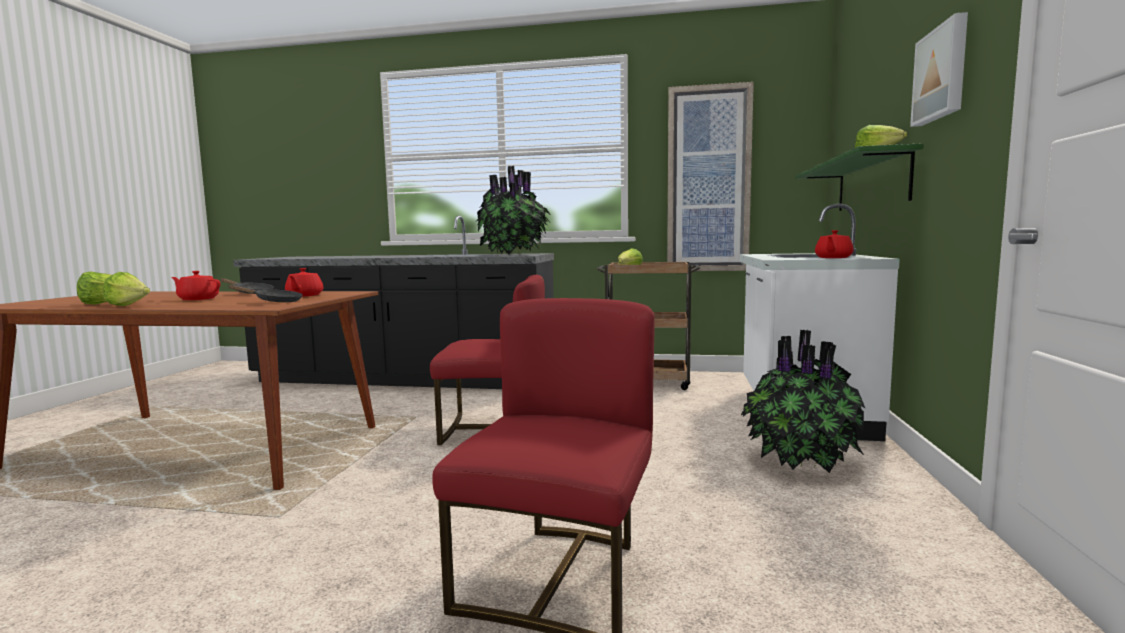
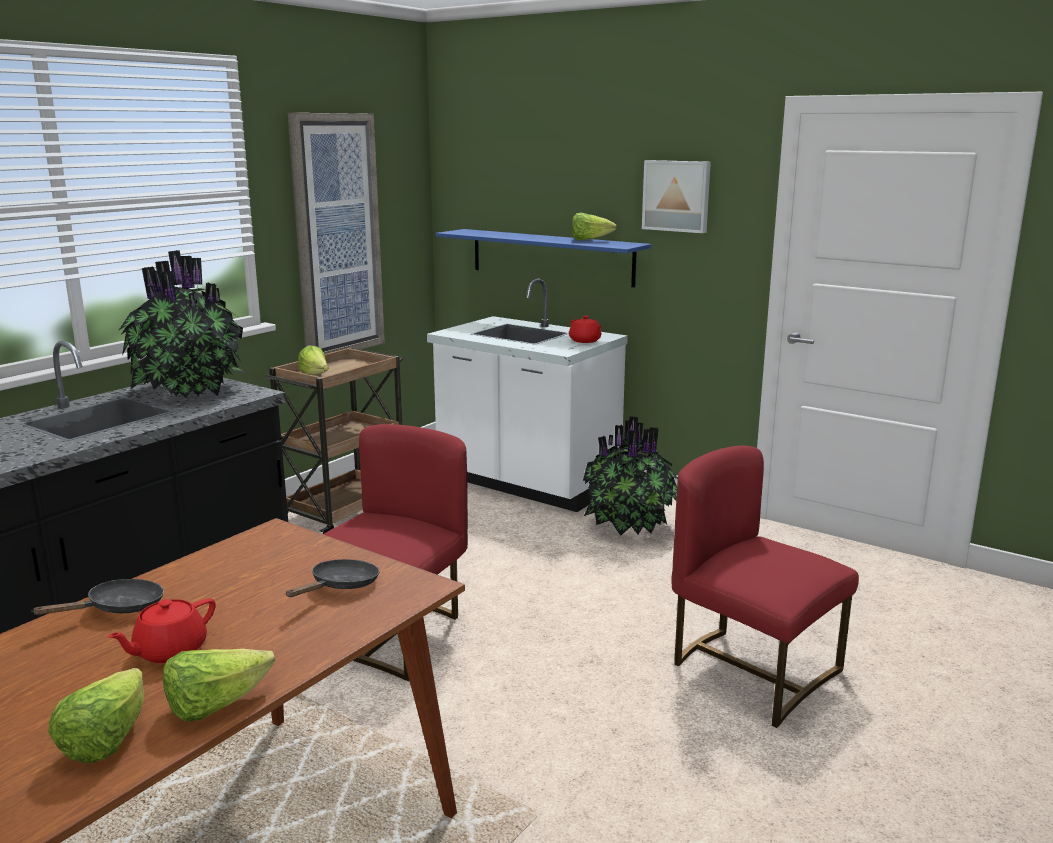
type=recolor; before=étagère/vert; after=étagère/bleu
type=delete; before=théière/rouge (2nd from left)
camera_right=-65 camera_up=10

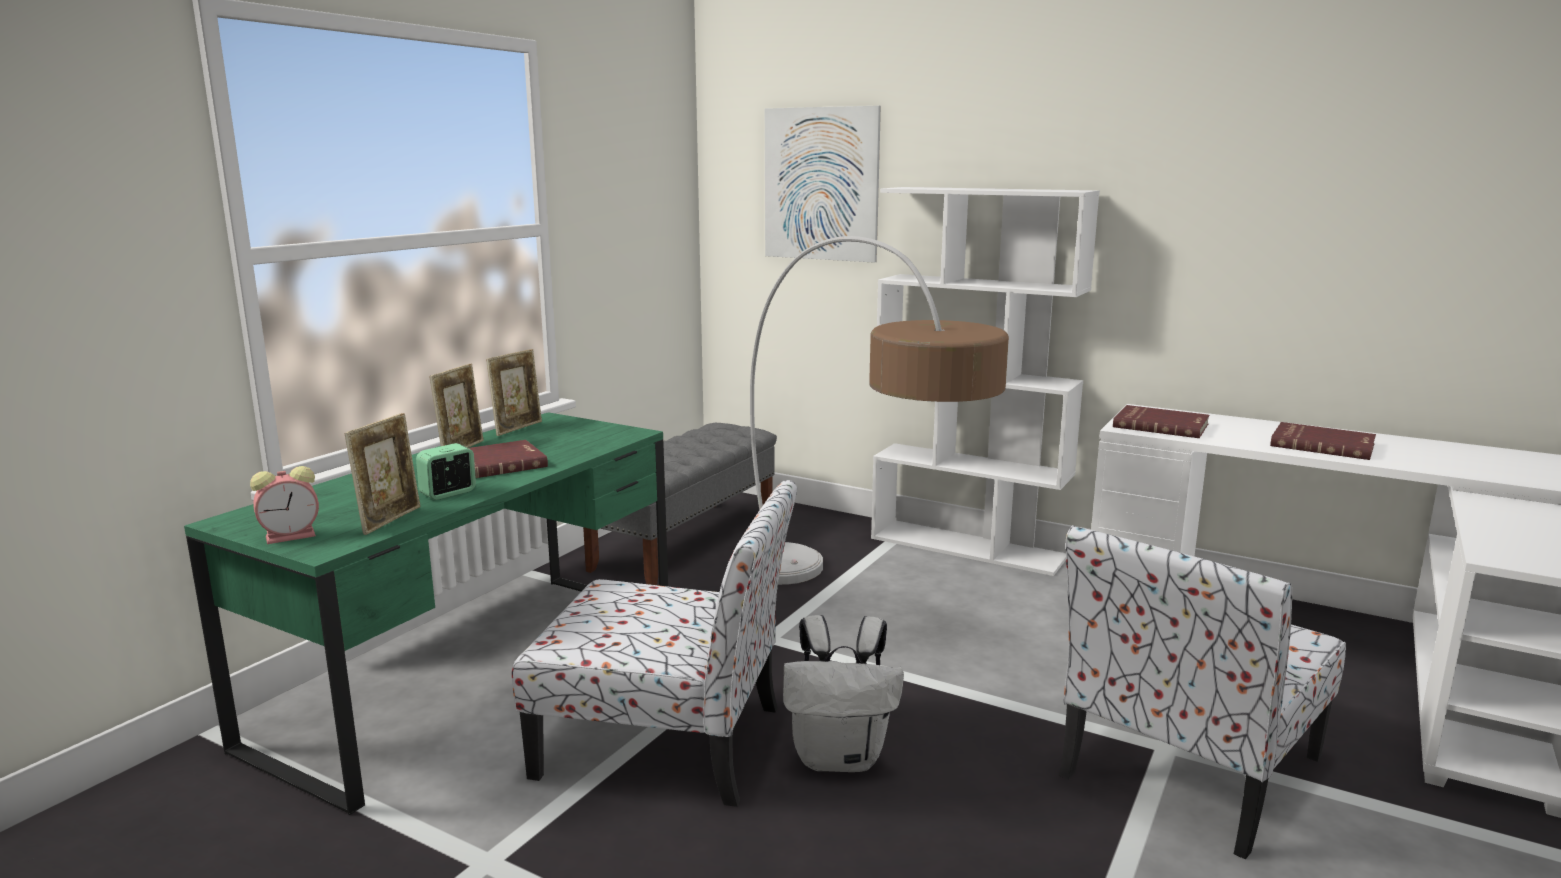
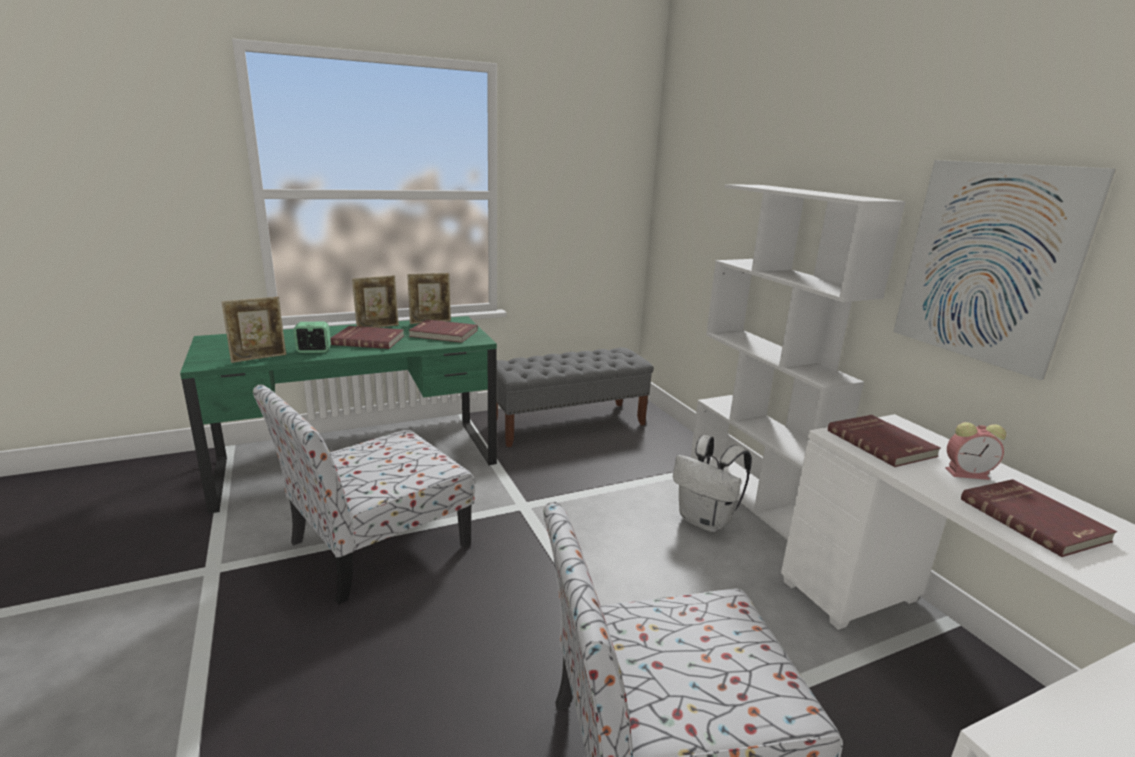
type=move; before=tableau
type=delete; before=lampadaire
type=move; before=réveil (1st from left in the first image); after=réveil (2nd from left)
type=rotate; before=chaise (1st from left); turn=90
type=move; before=sac à dos/blanc
type=insert; after=livre/rouge (2nd from left)
camera_right=35 camera_up=5

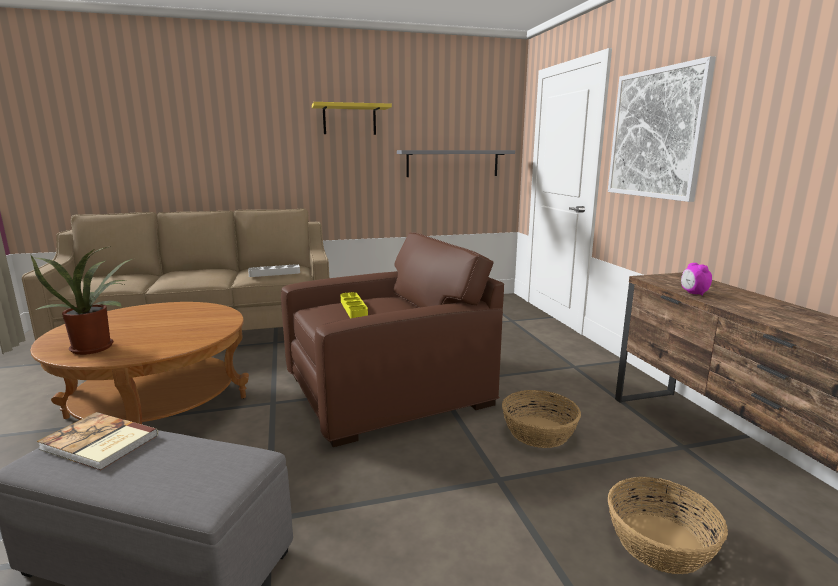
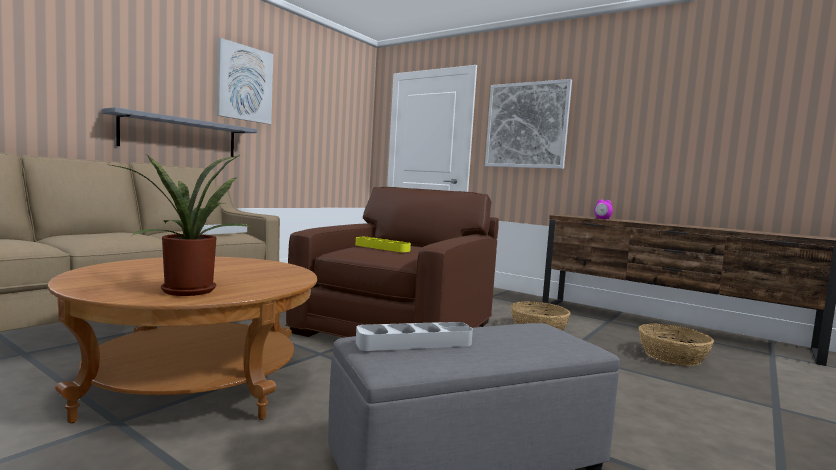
type=replace; before=étagère/jaune; after=tableau (1st from left)
type=move; before=étagère/gris
type=replace; before=livre; after=plateau/gris (2nd from left)
camera_right=-40 camera_up=-10

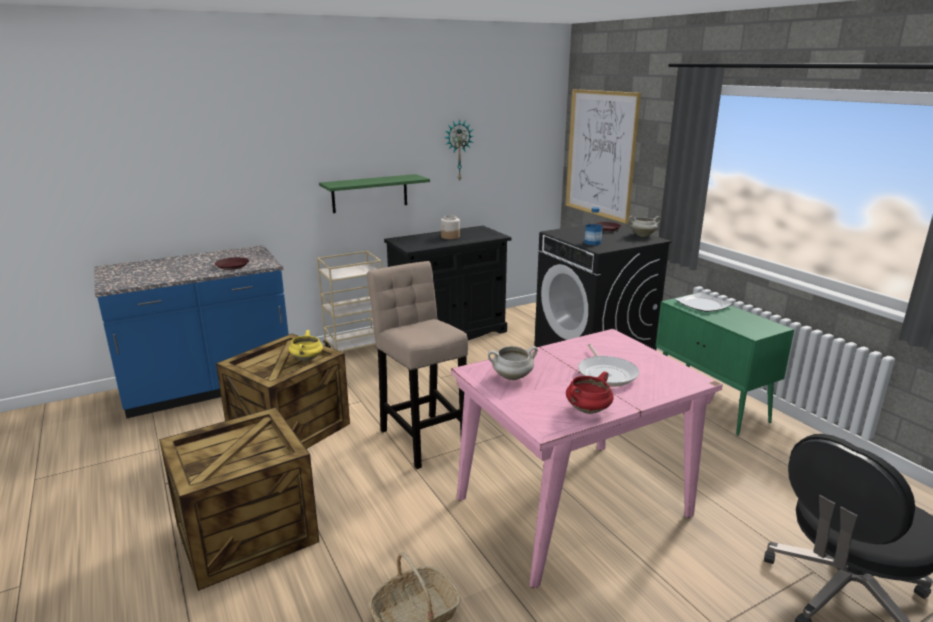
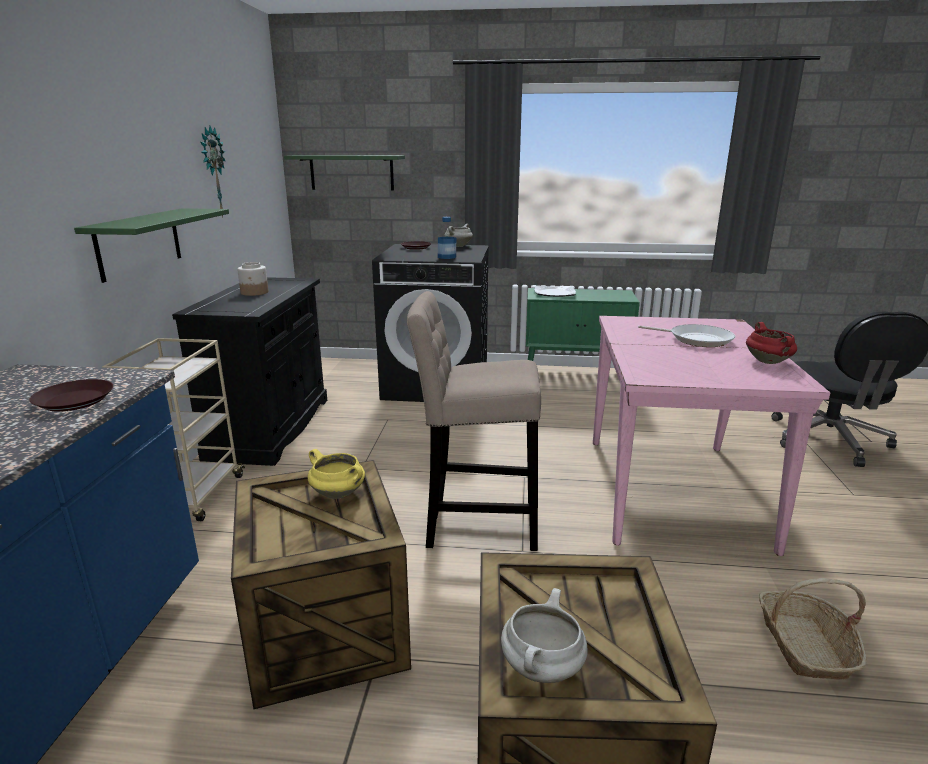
type=replace; before=tableau; after=étagère/vert (2nd from left)
type=move; before=marmite/blanc (1st from left in the first image); after=marmite/blanc (2nd from left)
camera_right=-55 camera_up=0

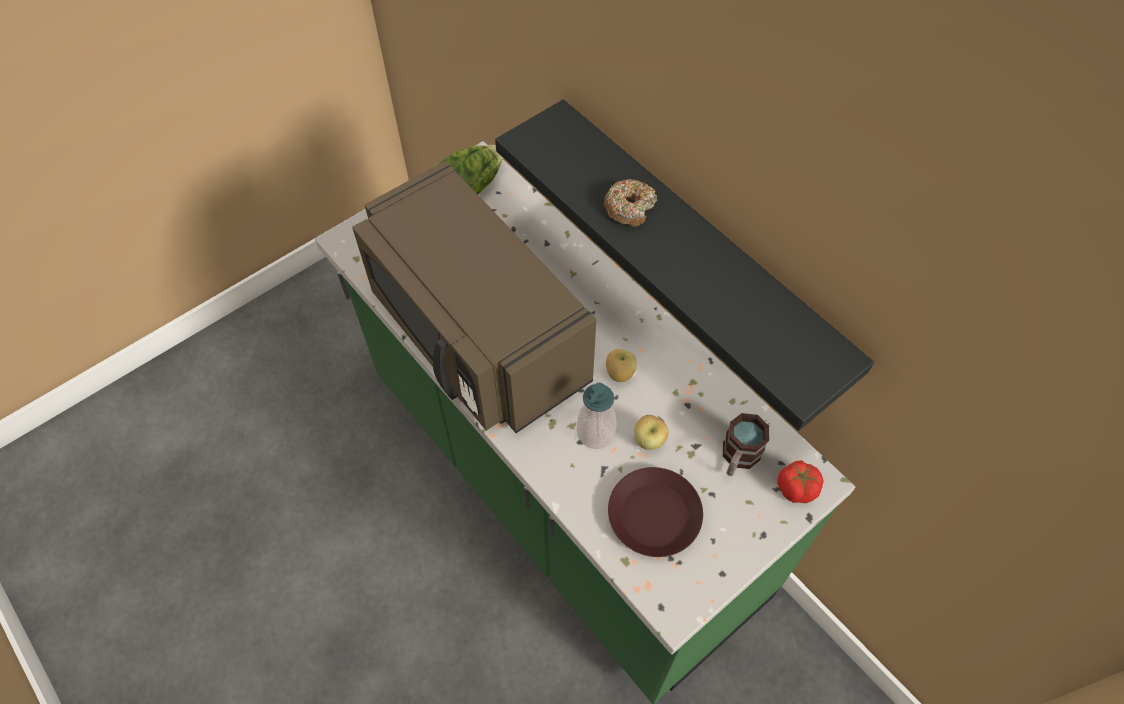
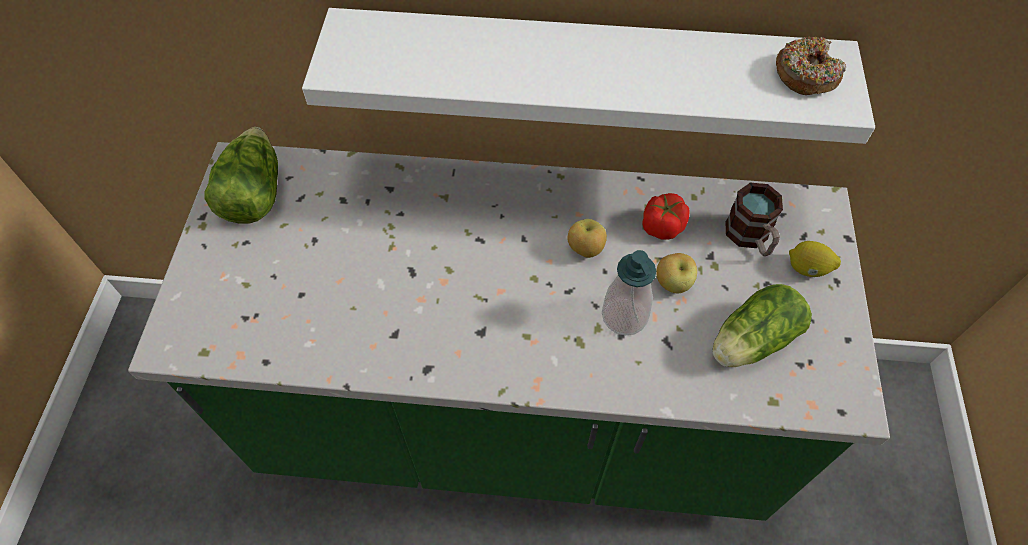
type=recolor; before=étagère/noir; after=étagère/blanc
type=delete; before=micro-ondes/marron
type=move; before=beignet
type=move; before=tomate
type=replace; before=assiette/marron; after=laitue (2nd from left)
type=insert; after=citron
camera_right=-45 camera_up=0

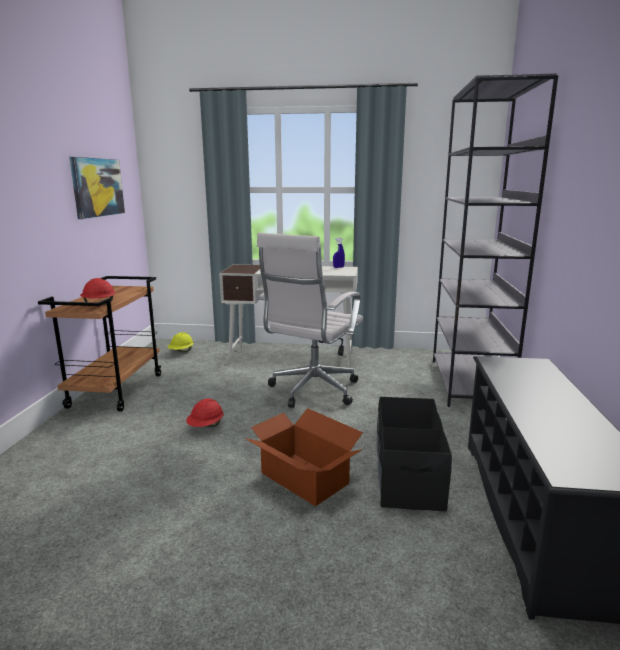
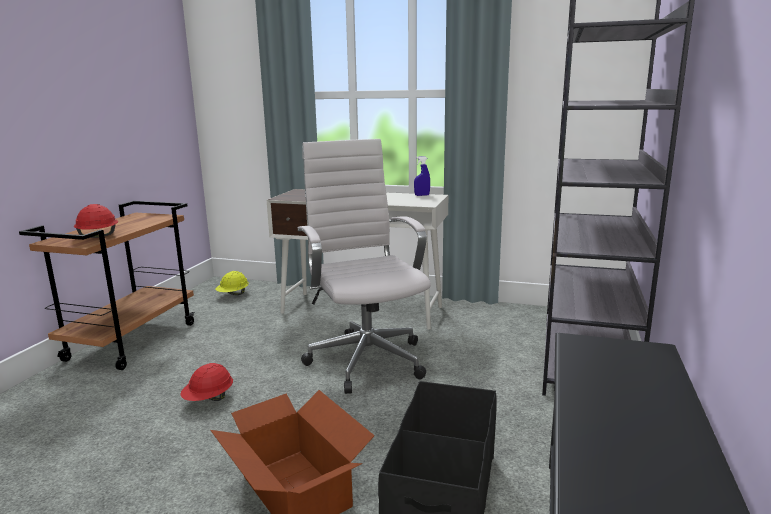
type=delete; before=tableau
type=rotate; before=chaise de bureau/blanc; turn=120
camera_right=10 camera_up=0

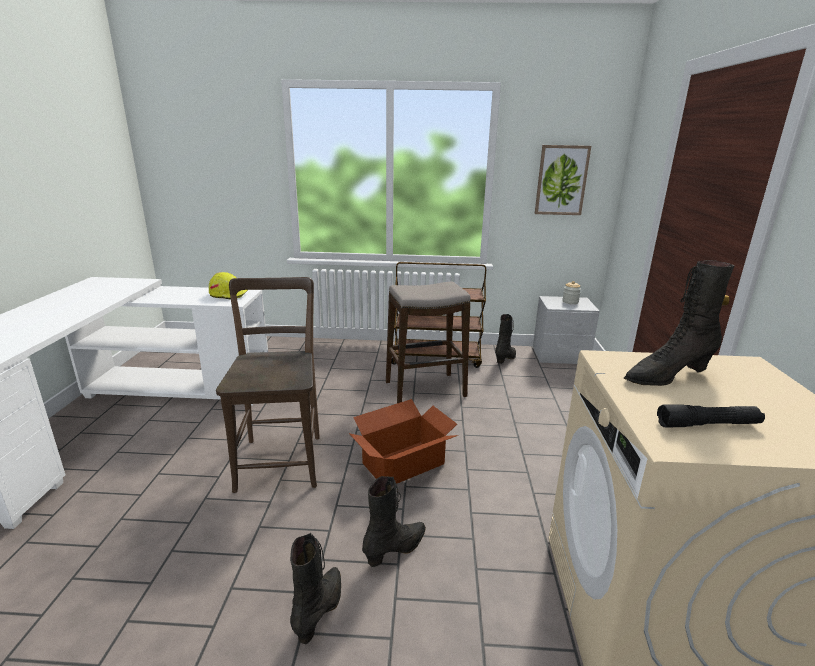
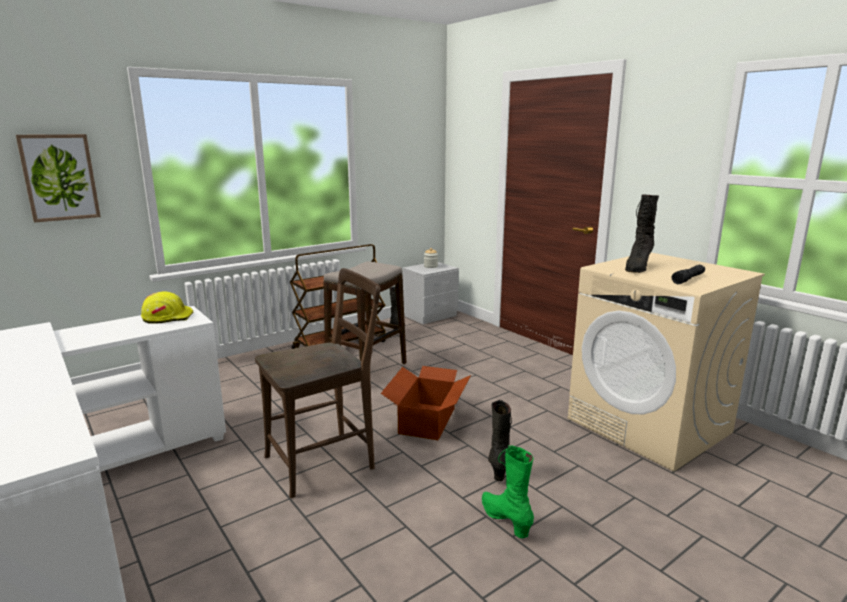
type=move; before=tableau
type=rotate; before=chaise/marron; turn=105
type=recolor; before=botte/noir (1st from left); after=botte/vert
camera_right=-40 camera_up=-5

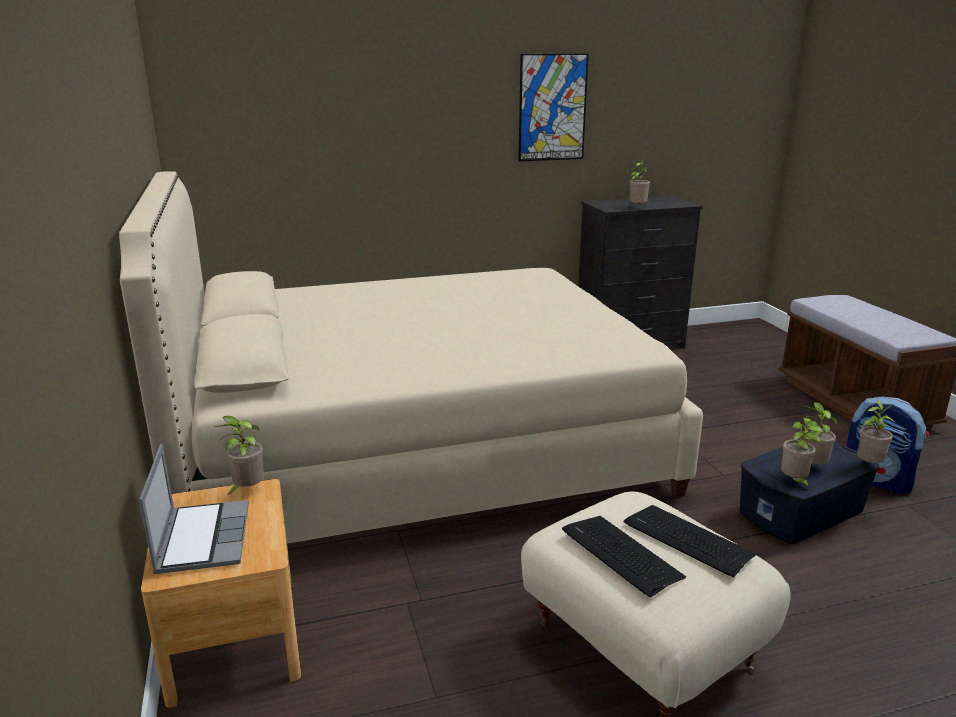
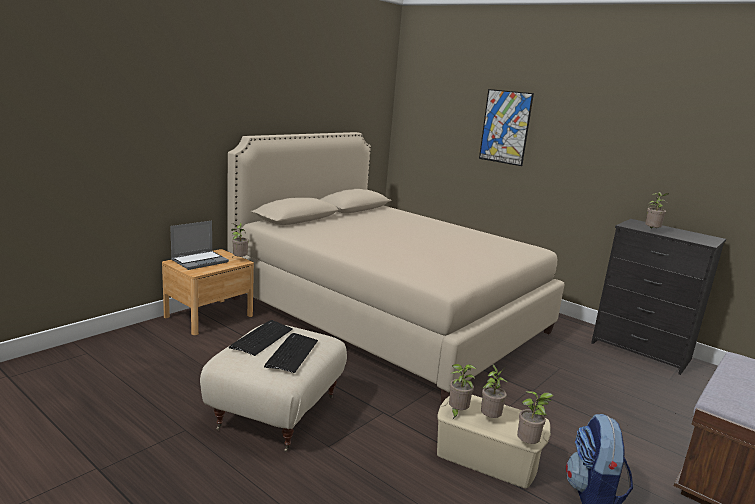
type=move; before=tableau
type=recolor; before=boîte de rangement/bleu; after=boîte de rangement/beige
camera_right=55 camera_up=-5

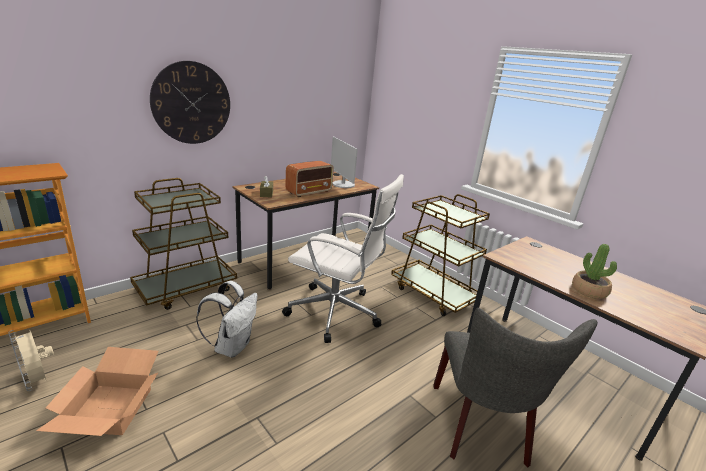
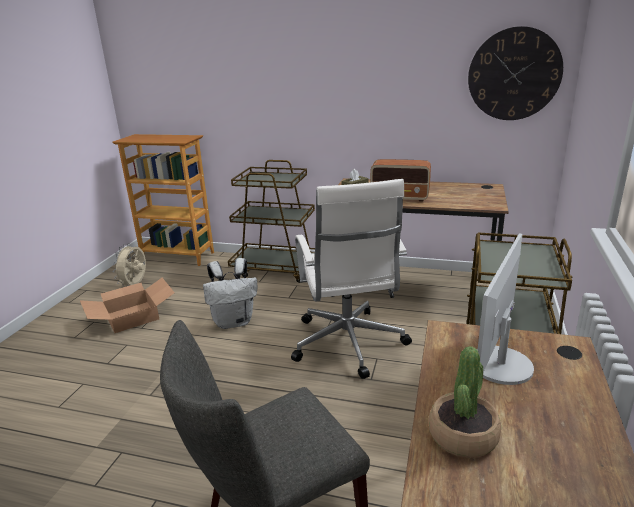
type=move; before=horloge murale
type=move; before=écran d'ordinateur
camera_right=60 camera_up=0

